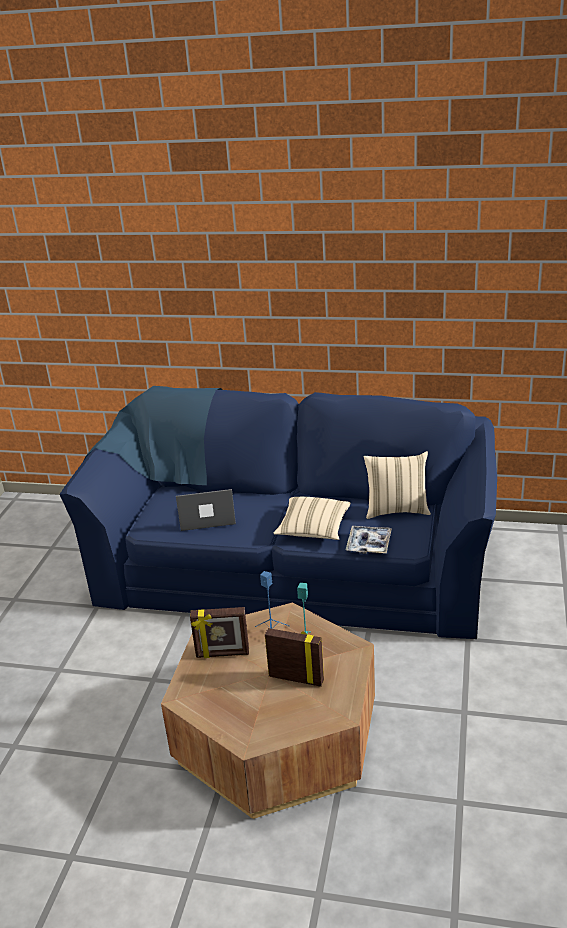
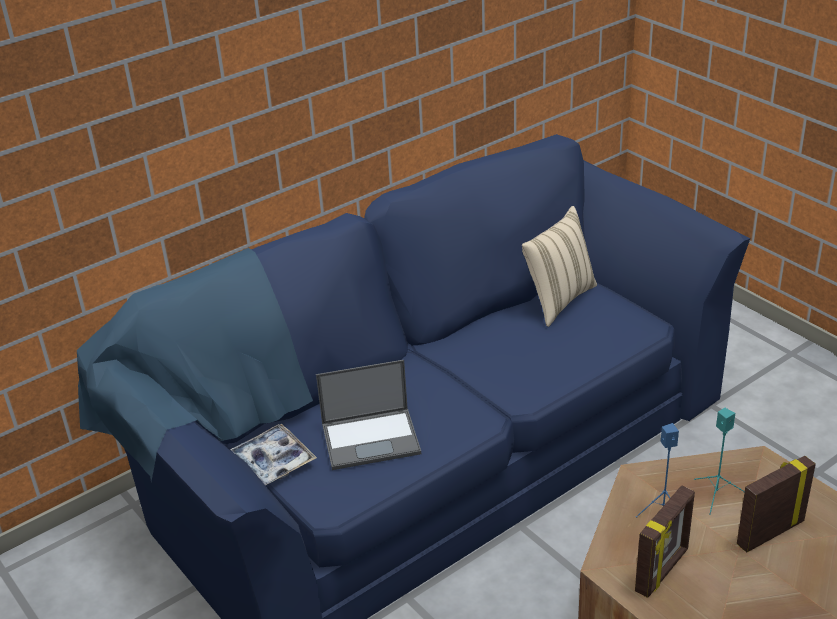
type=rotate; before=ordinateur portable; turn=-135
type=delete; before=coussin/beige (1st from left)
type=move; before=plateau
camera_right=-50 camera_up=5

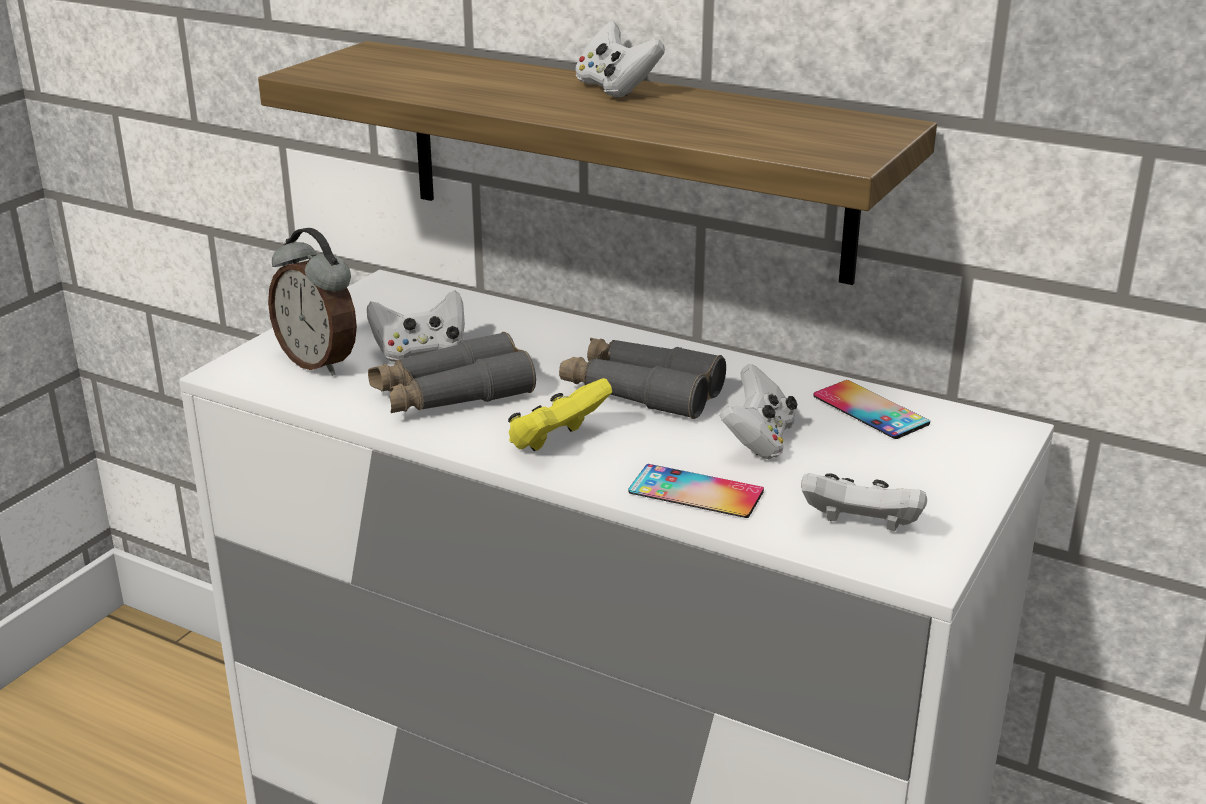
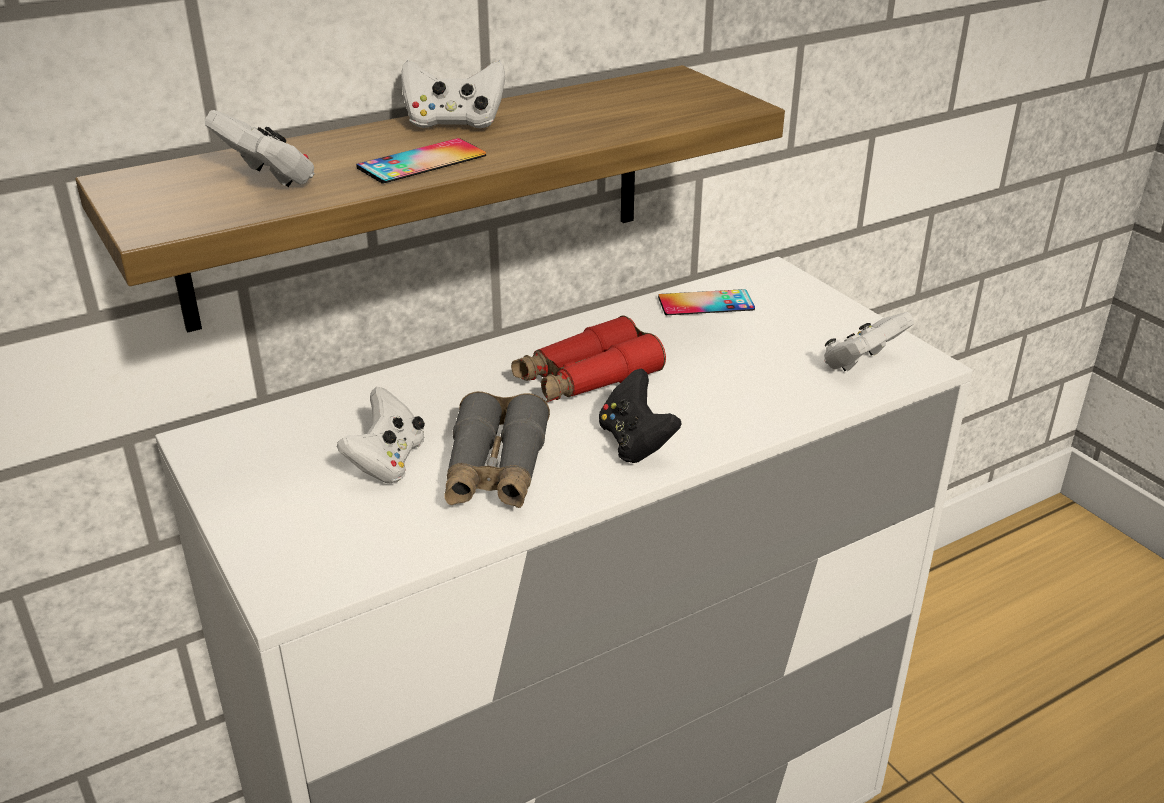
type=delete; before=réveil
type=recolor; before=jumelles/gris (2nd from left); after=jumelles/rouge
type=move; before=manette/blanc (3rd from left in the first image); after=manette/blanc (1st from left)
type=recolor; before=manette/jaune; after=manette/noir
type=move; before=téléphone (1st from left)
camera_right=-60 camera_up=5

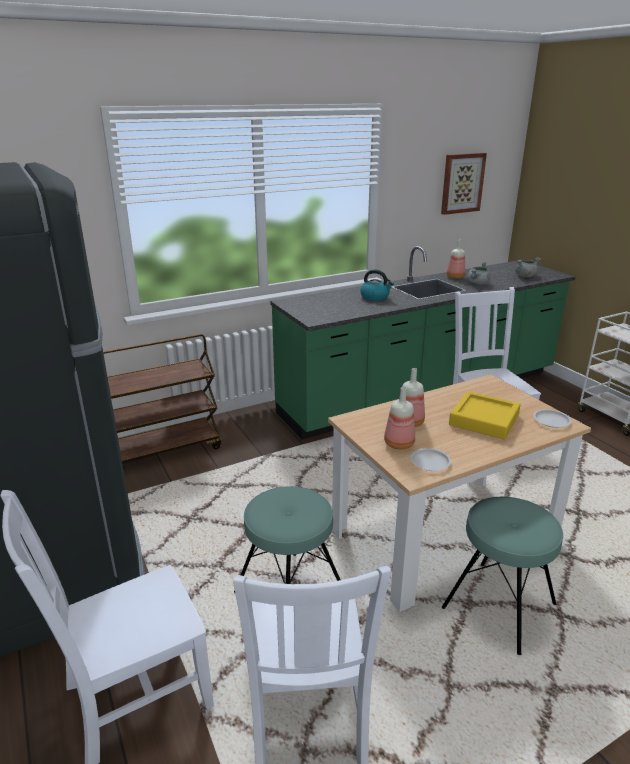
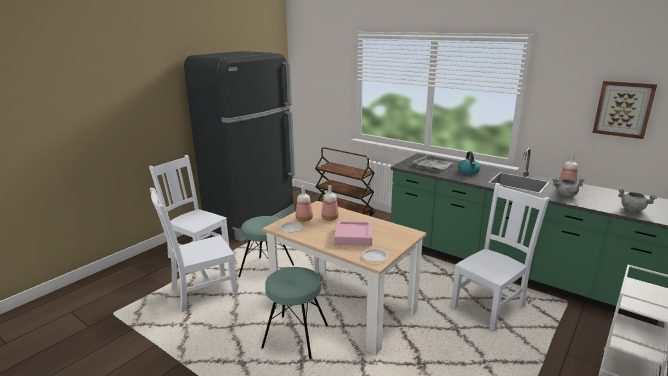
type=recolor; before=plateau/jaune; after=plateau/rose
type=insert; after=plateau/gris
camera_right=65 camera_up=-5

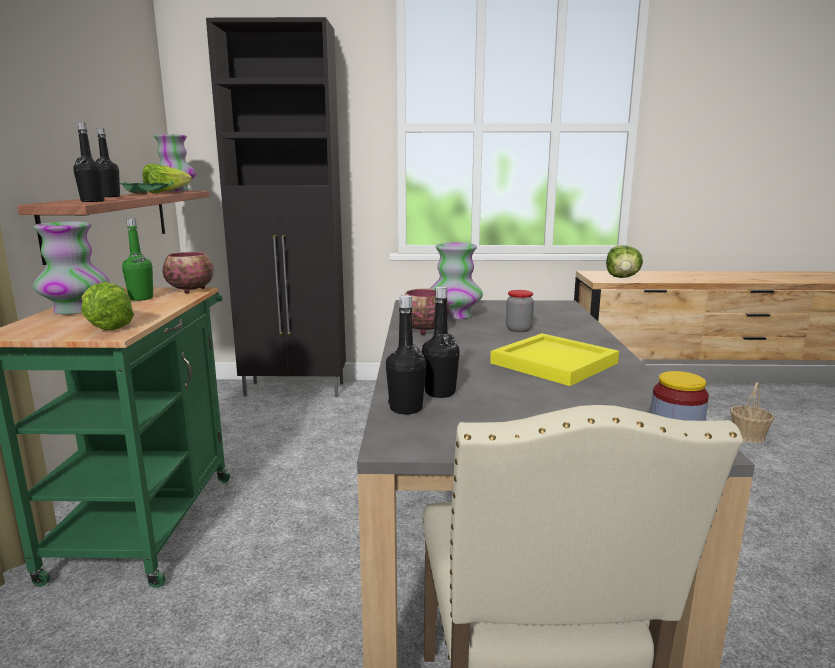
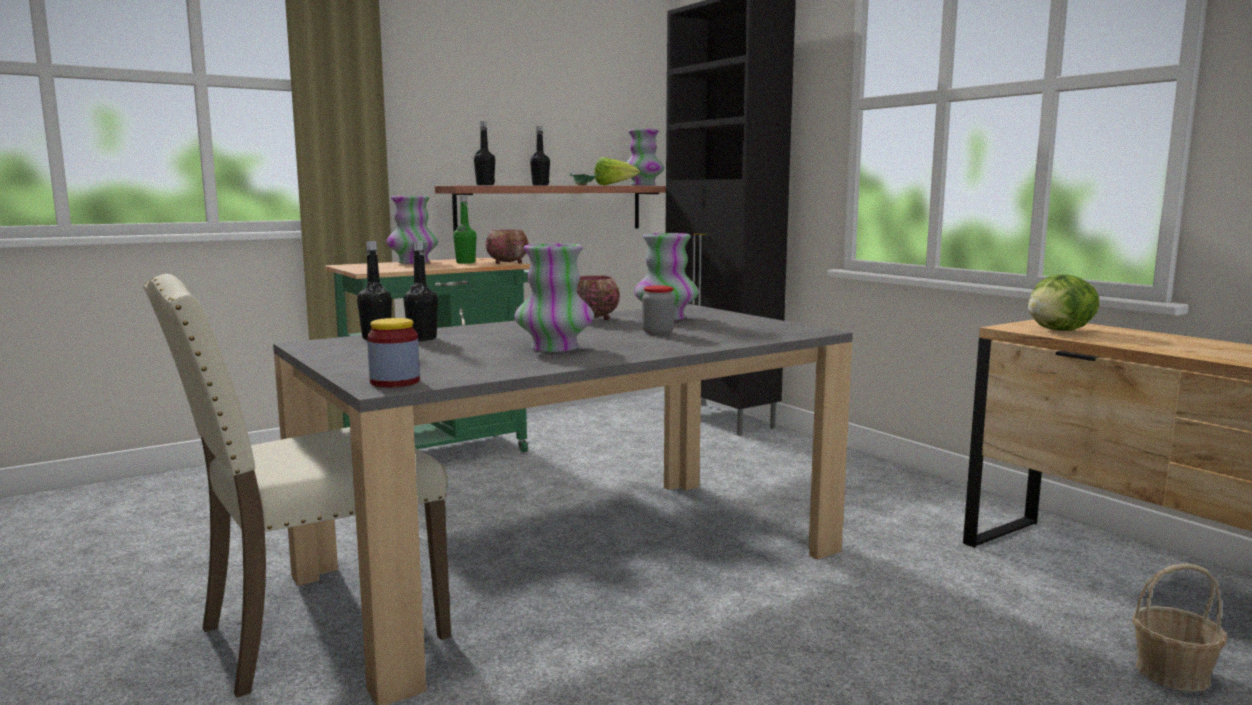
type=delete; before=laitue (1st from left)
type=replace; before=plateau/jaune; after=vase (2nd from left)
camera_right=55 camera_up=-5

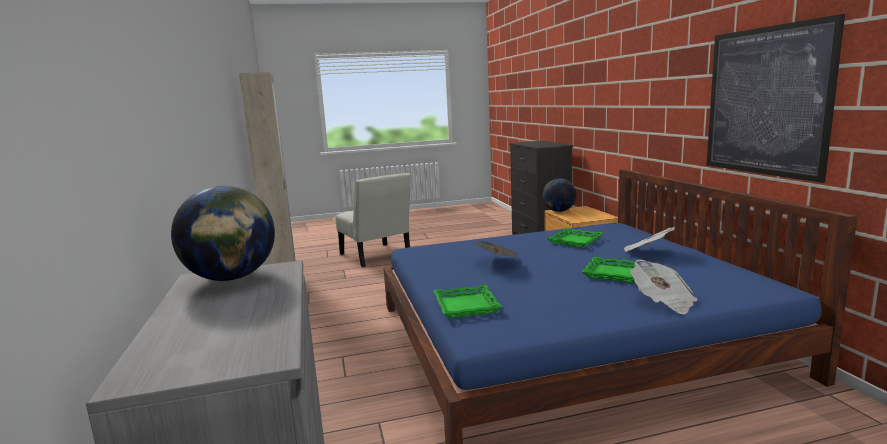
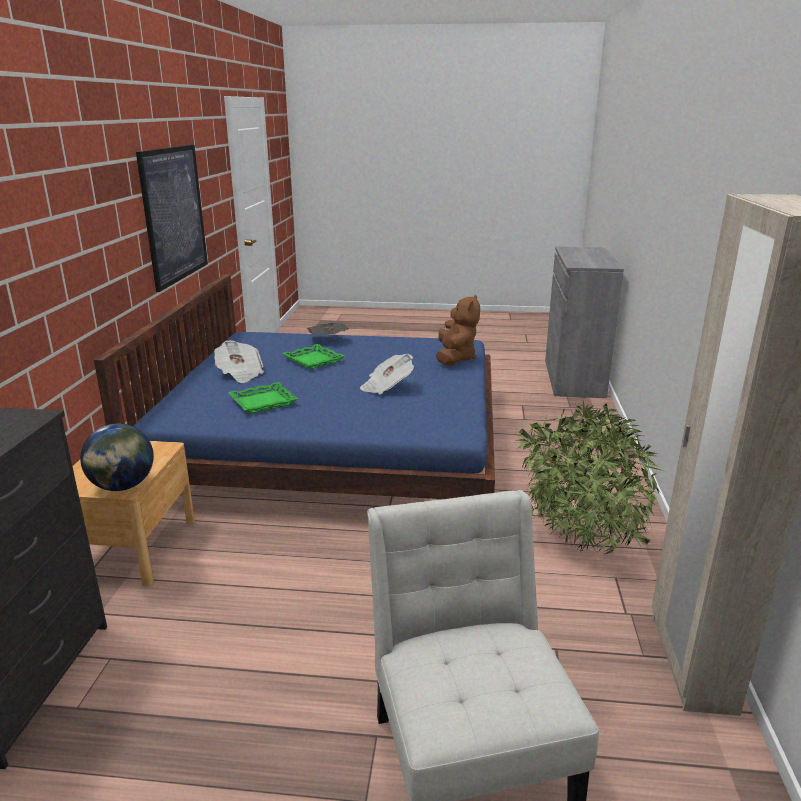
type=delete; before=globe (1st from left)
type=replace; before=plateau/vert (1st from left); after=peluche/marron
type=insert; after=plante en pot
camera_right=-160 camera_up=10

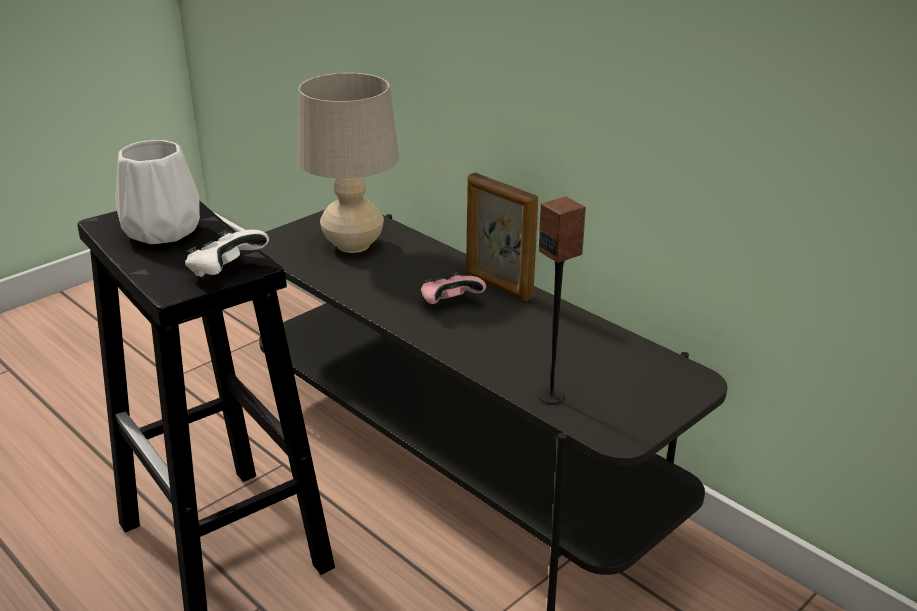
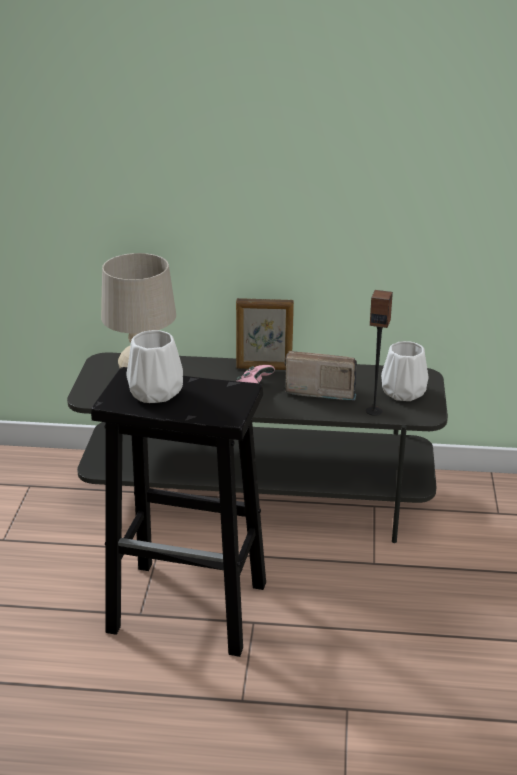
type=delete; before=manette/blanc
type=insert; after=vase/blanc (2nd from left)
type=insert; after=radio
camera_right=-40 camera_up=0

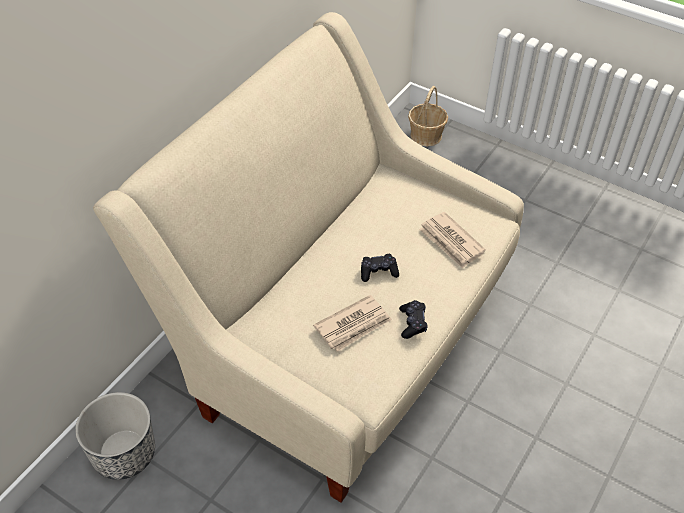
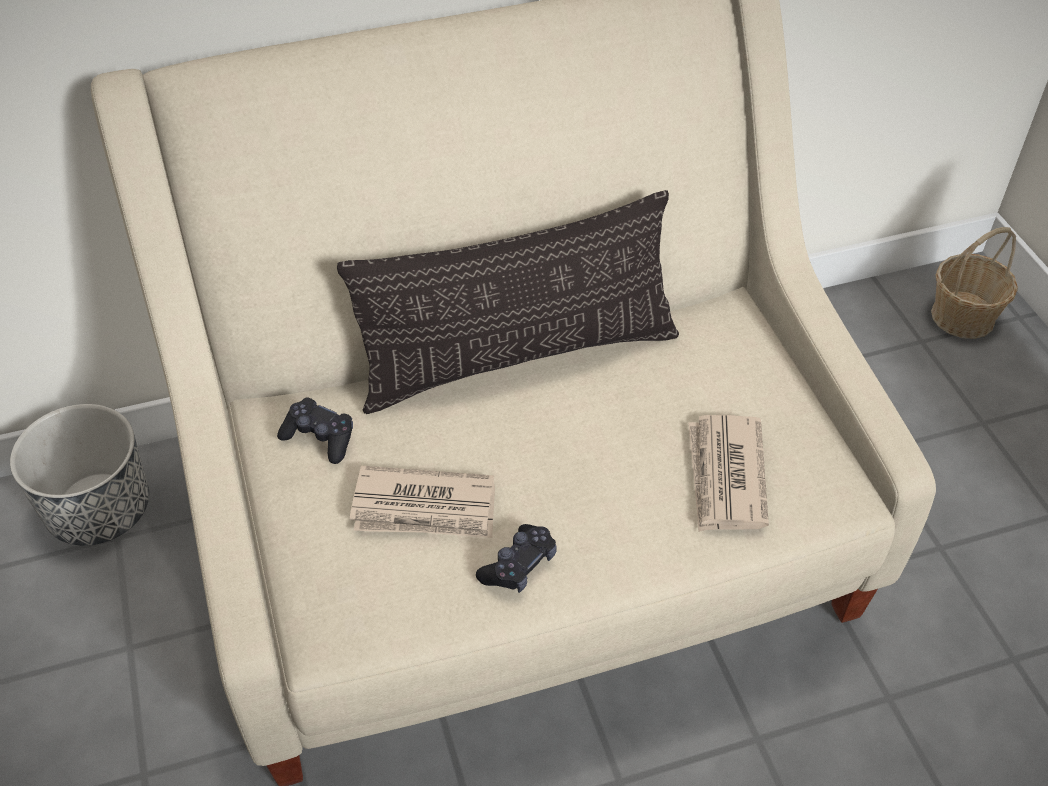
type=move; before=manette/noir (1st from left)
type=insert; after=coussin
camera_right=40 camera_up=0

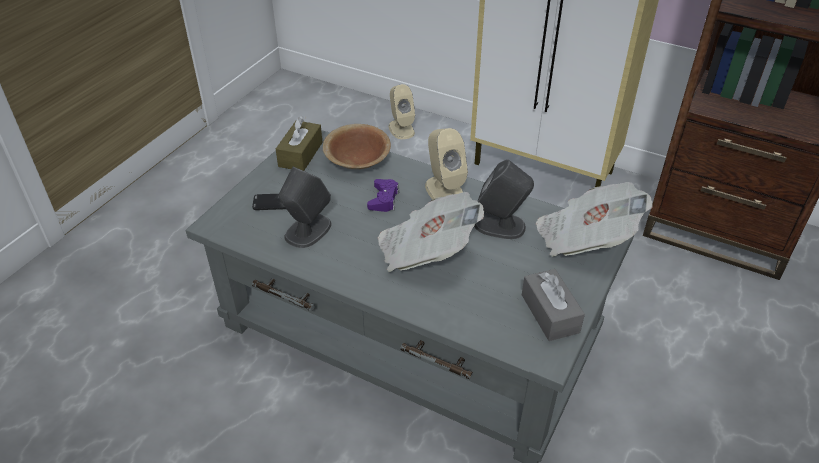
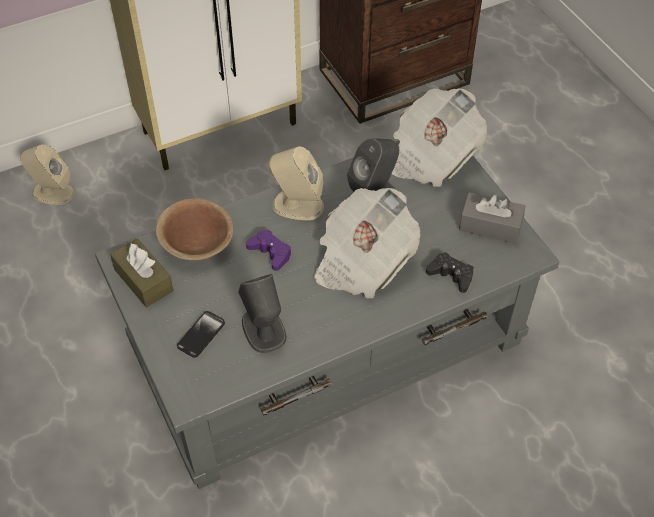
type=insert; after=manette/noir
camera_right=-55 camera_up=10

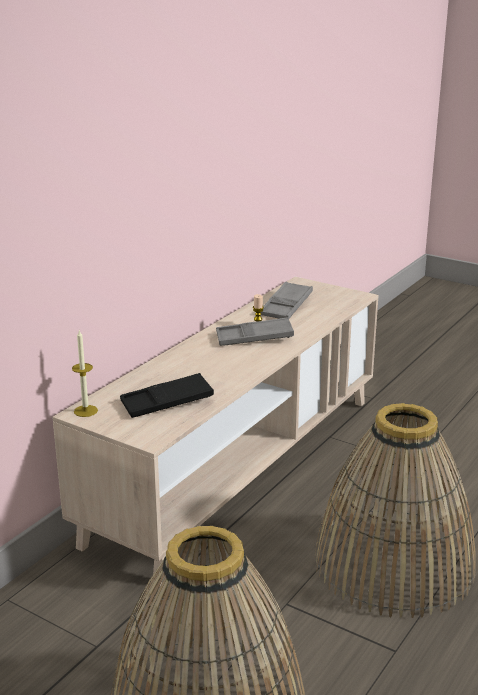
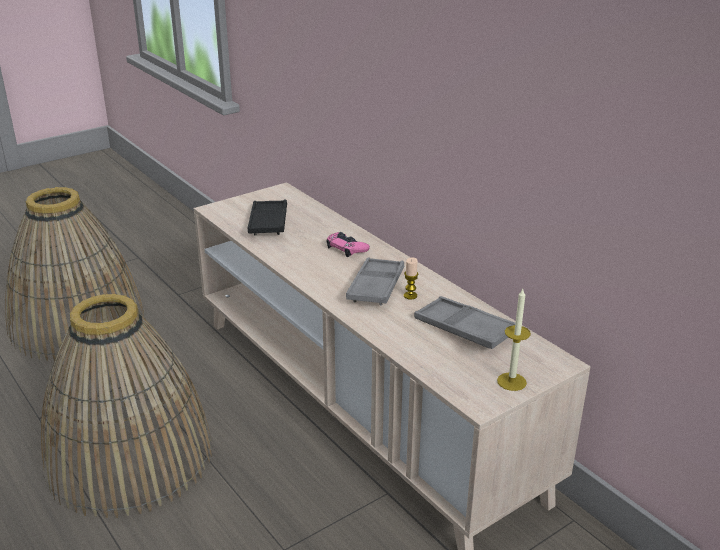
type=move; before=bougie (1st from left in the first image); after=bougie (2nd from left)
type=insert; after=manette/rose
camera_right=110 camera_up=5

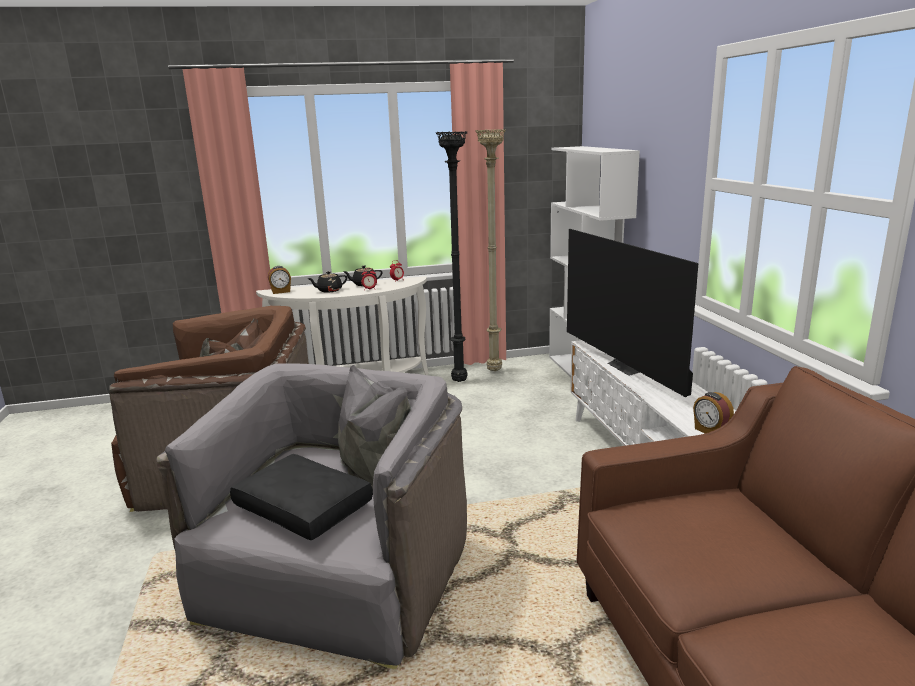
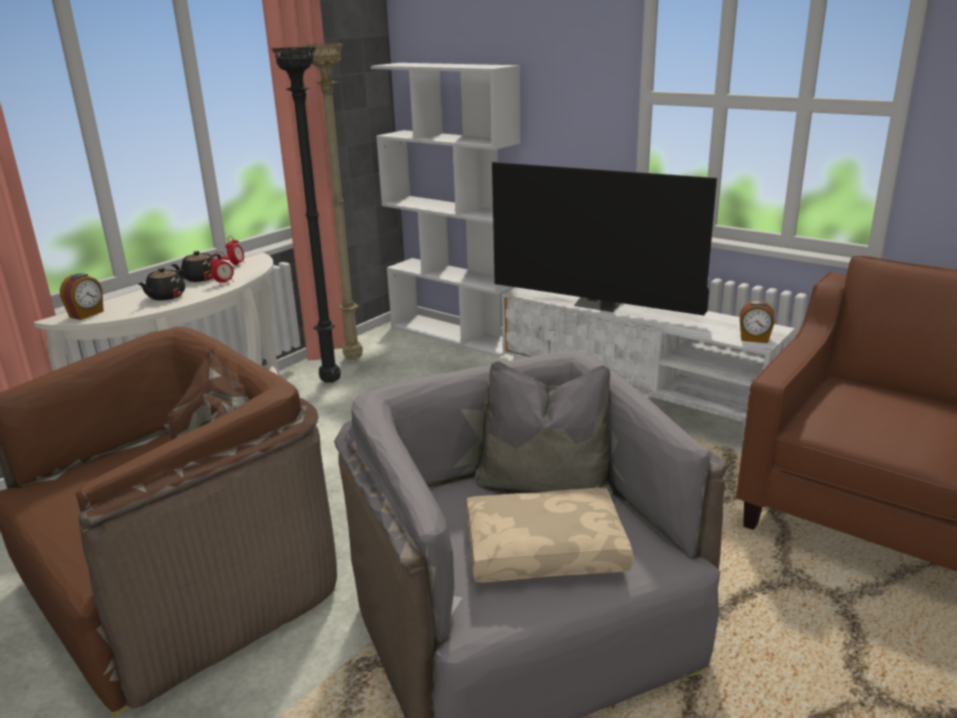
type=recolor; before=coussin/noir; after=coussin/beige
camera_right=-40 camera_up=5

